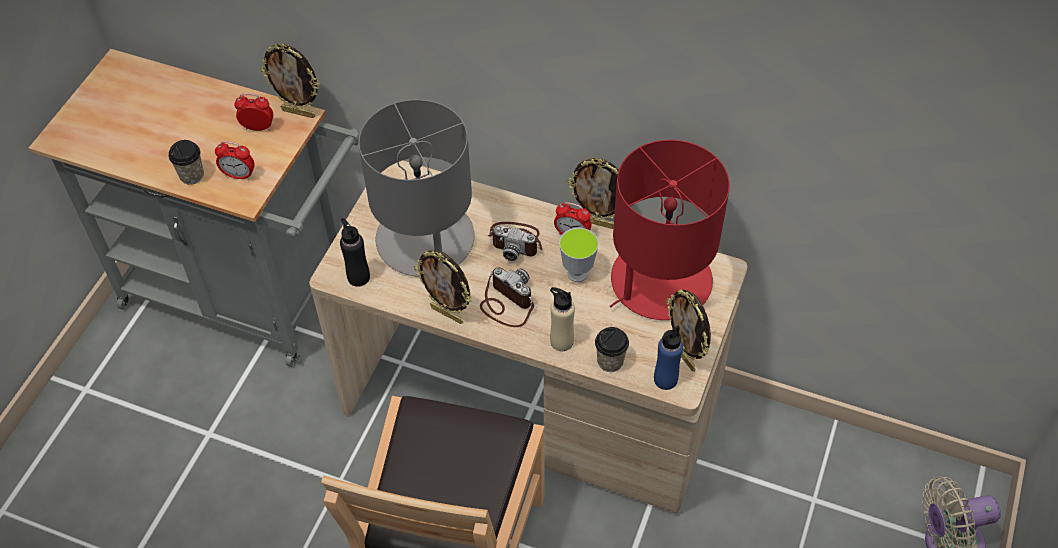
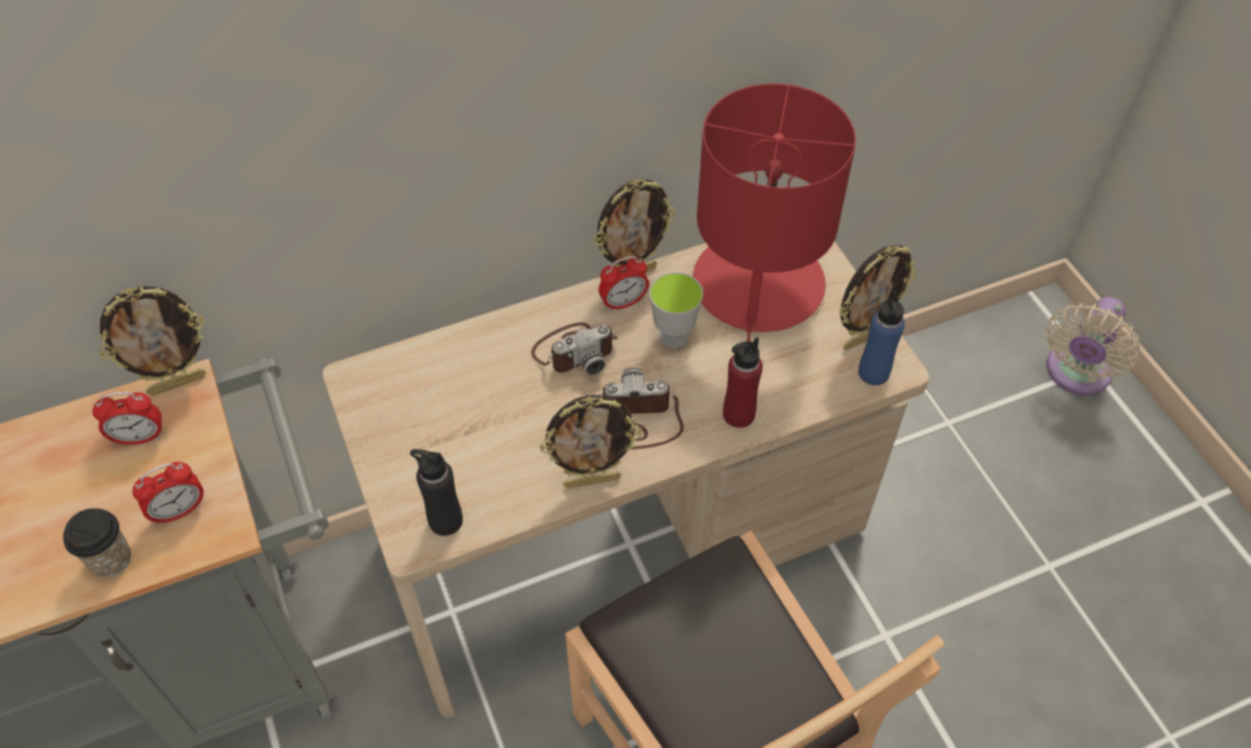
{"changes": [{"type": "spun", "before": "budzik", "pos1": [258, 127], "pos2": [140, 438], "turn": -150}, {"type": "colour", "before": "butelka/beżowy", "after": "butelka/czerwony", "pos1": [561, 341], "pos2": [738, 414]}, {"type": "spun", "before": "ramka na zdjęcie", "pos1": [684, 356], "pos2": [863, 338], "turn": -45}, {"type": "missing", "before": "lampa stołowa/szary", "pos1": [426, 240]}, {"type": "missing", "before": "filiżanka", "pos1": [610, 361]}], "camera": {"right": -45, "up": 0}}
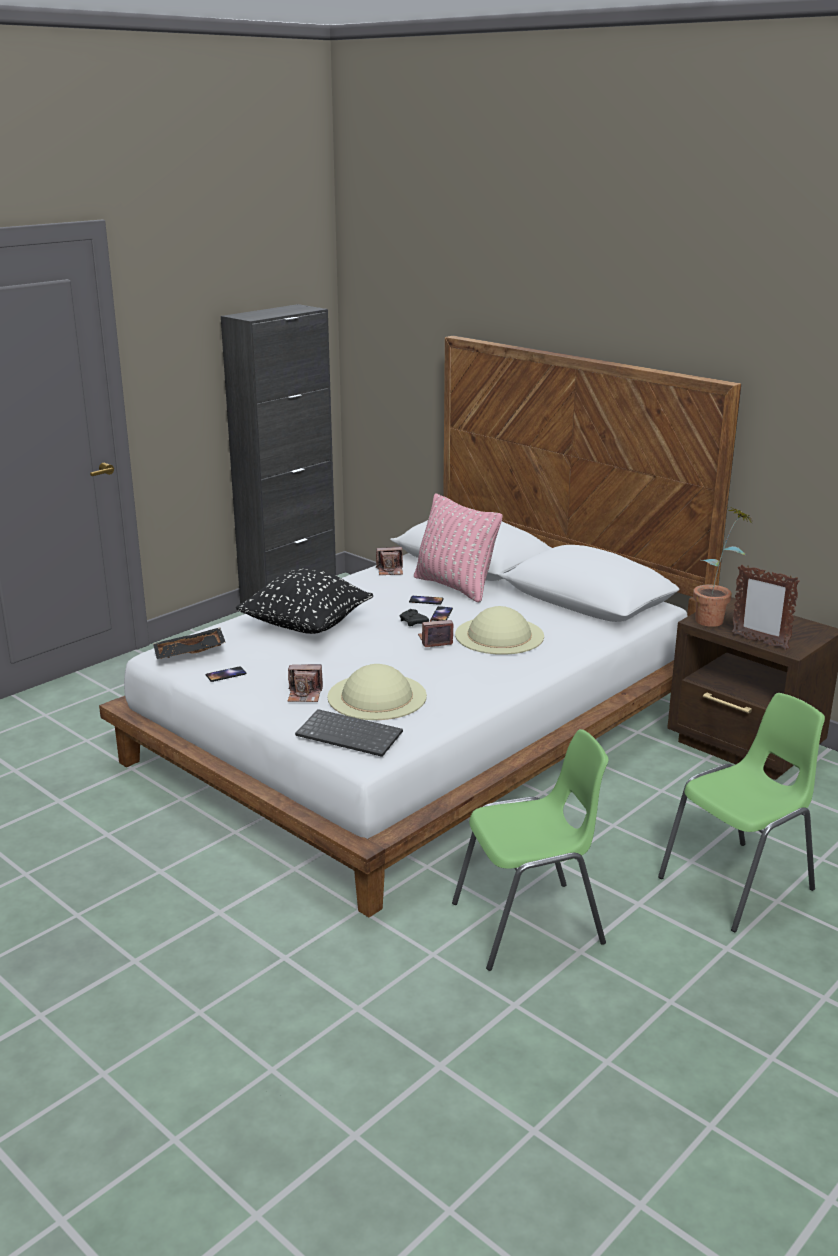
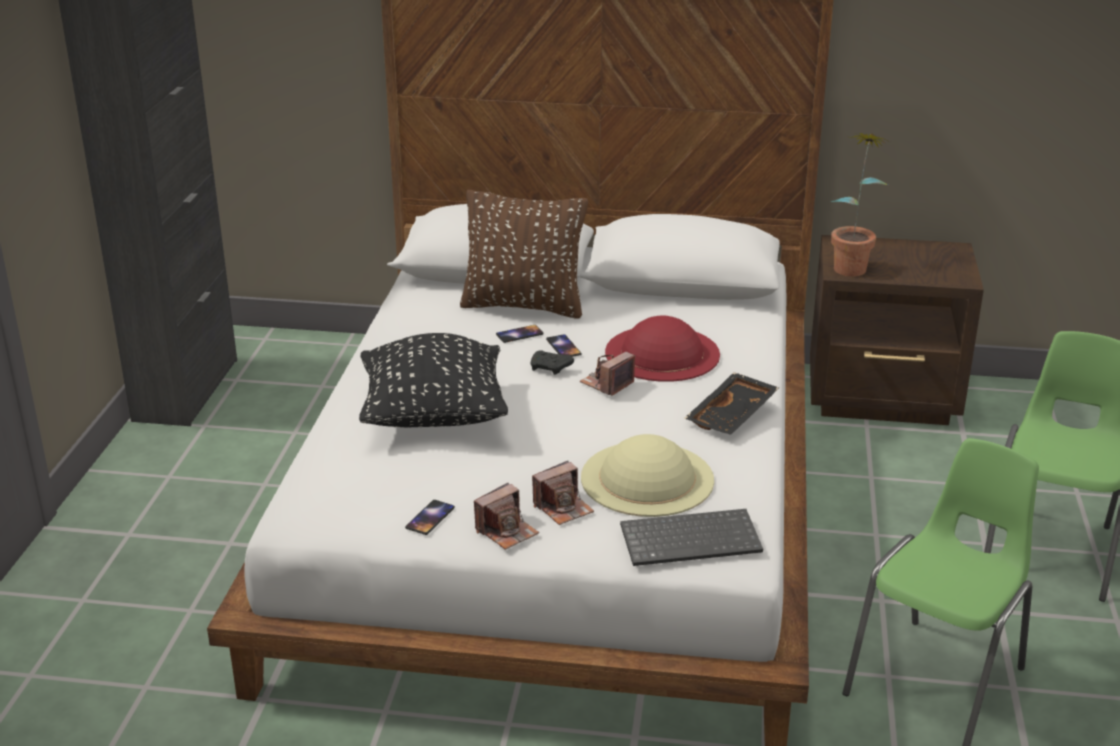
{"changes": [{"type": "colour", "before": "poduszka/różowy", "after": "poduszka/brązowy", "pos1": [455, 586], "pos2": [524, 306]}, {"type": "relocated", "before": "aparat fotograficzny", "pos1": [390, 570], "pos2": [506, 531]}, {"type": "colour", "before": "kapelusz/beżowy", "after": "kapelusz/czerwony", "pos1": [499, 635], "pos2": [662, 353]}, {"type": "relocated", "before": "taca/czarny", "pos1": [190, 653], "pos2": [733, 415]}, {"type": "missing", "before": "ramka na zdjęcie", "pos1": [759, 642]}], "camera": {"right": -35, "up": 5}}
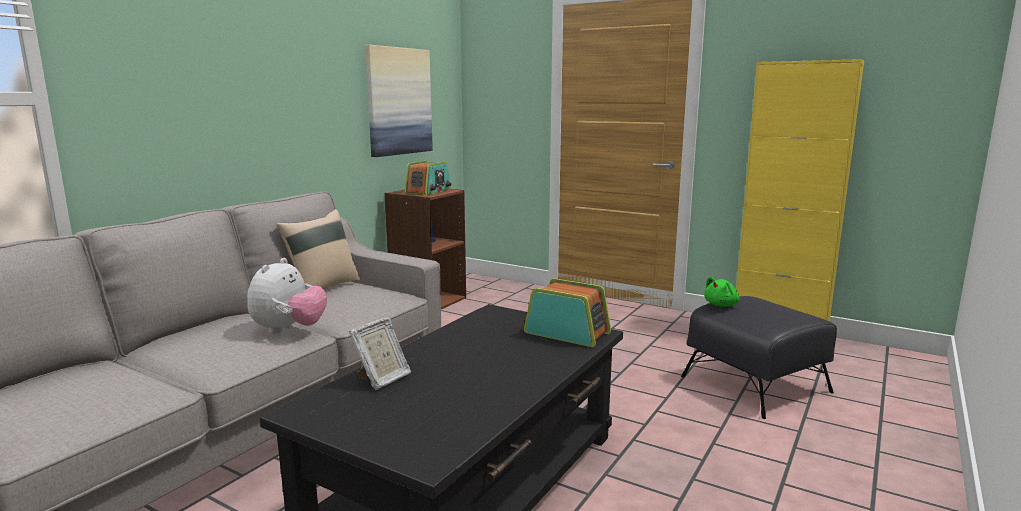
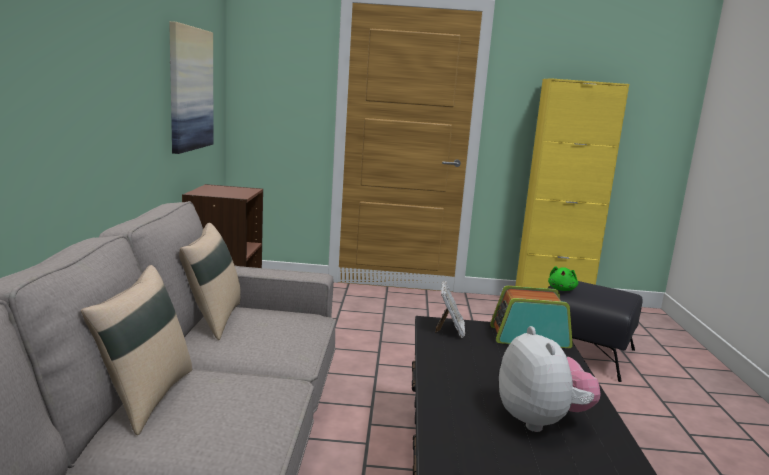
{"changes": [{"type": "appeared", "after": "poduszka/beżowy", "pos2": [144, 397]}, {"type": "relocated", "before": "ramka na zdjęcie", "pos1": [382, 379], "pos2": [450, 330]}, {"type": "relocated", "before": "pluszak", "pos1": [289, 330], "pos2": [541, 421]}, {"type": "missing", "before": "radio", "pos1": [428, 191]}], "camera": {"right": -30, "up": 0}}
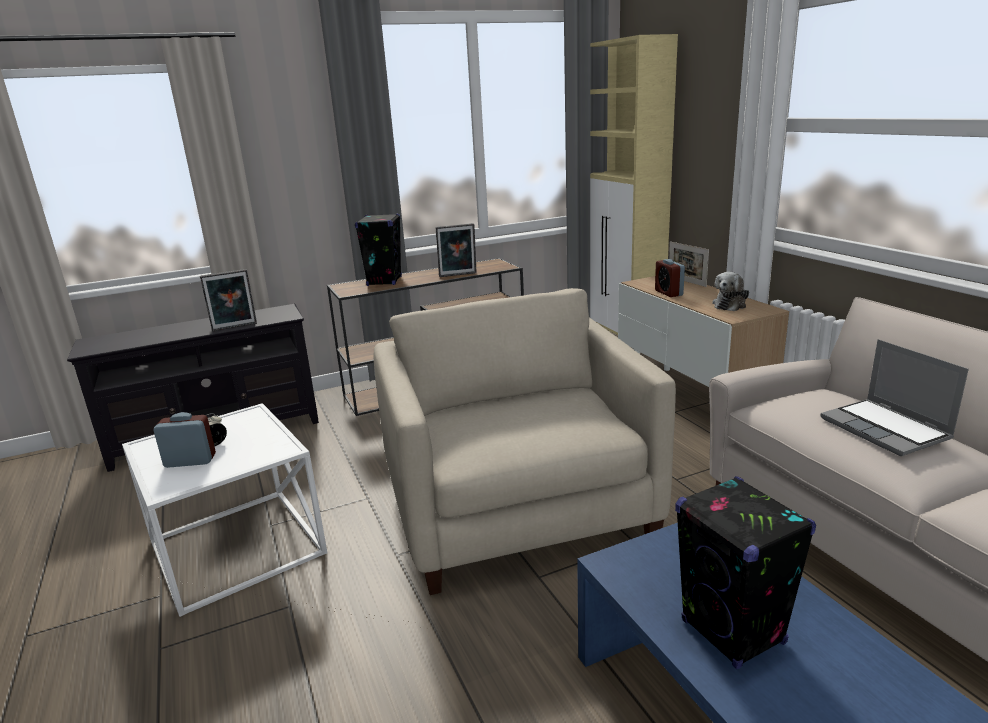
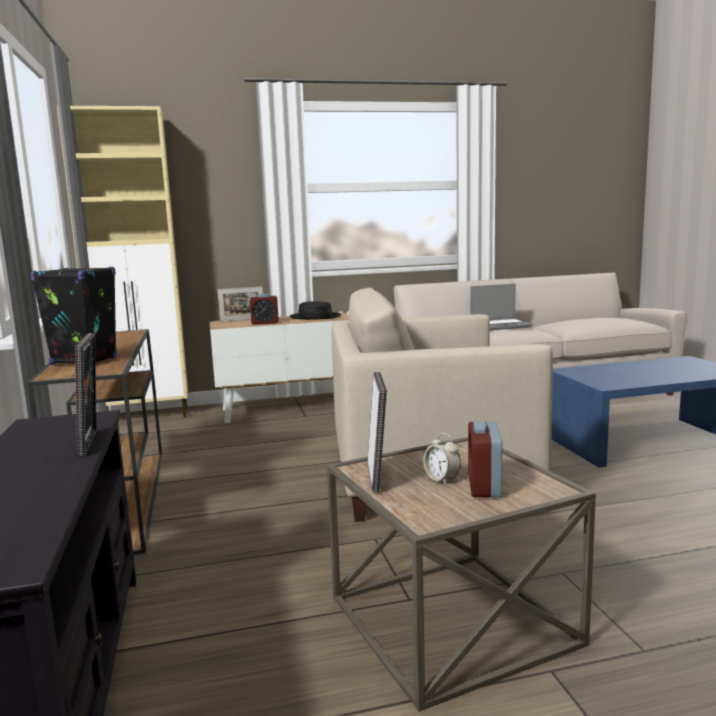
{"changes": [{"type": "exchanged", "before": "pluszak", "after": "kapelusz/czarny", "pos1": [730, 305], "pos2": [315, 317]}, {"type": "colour", "before": "stolik/biały", "after": "stolik/brązowy", "pos1": [236, 548], "pos2": [454, 620]}, {"type": "relocated", "before": "ramka na zdjęcie", "pos1": [458, 275], "pos2": [377, 476]}, {"type": "missing", "before": "głośnik/czarny", "pos1": [733, 632]}], "camera": {"right": -80, "up": -10}}
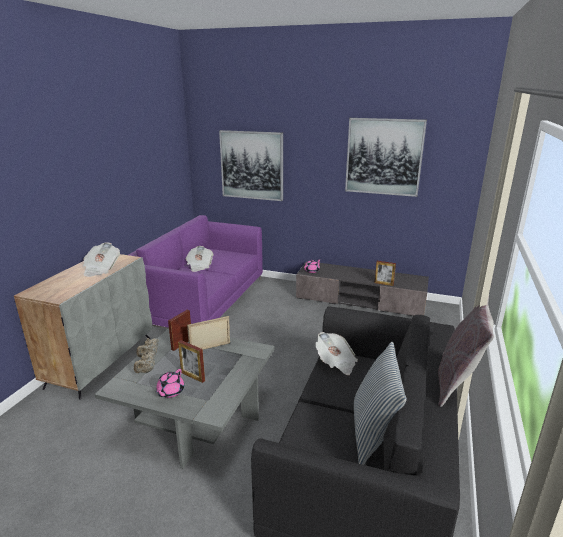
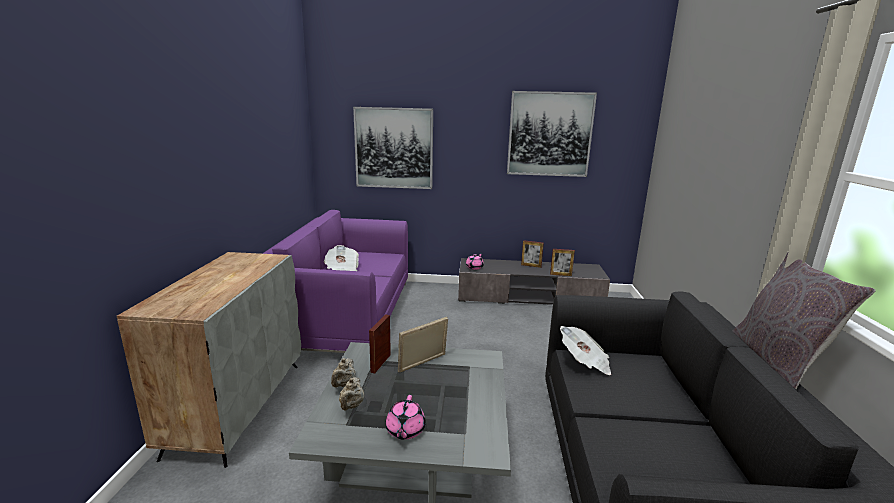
{"changes": [{"type": "relocated", "before": "ramka na zdjęcie", "pos1": [193, 376], "pos2": [531, 266]}, {"type": "missing", "before": "gazeta", "pos1": [101, 269]}, {"type": "missing", "before": "poduszka", "pos1": [373, 434]}], "camera": {"right": -15, "up": -5}}
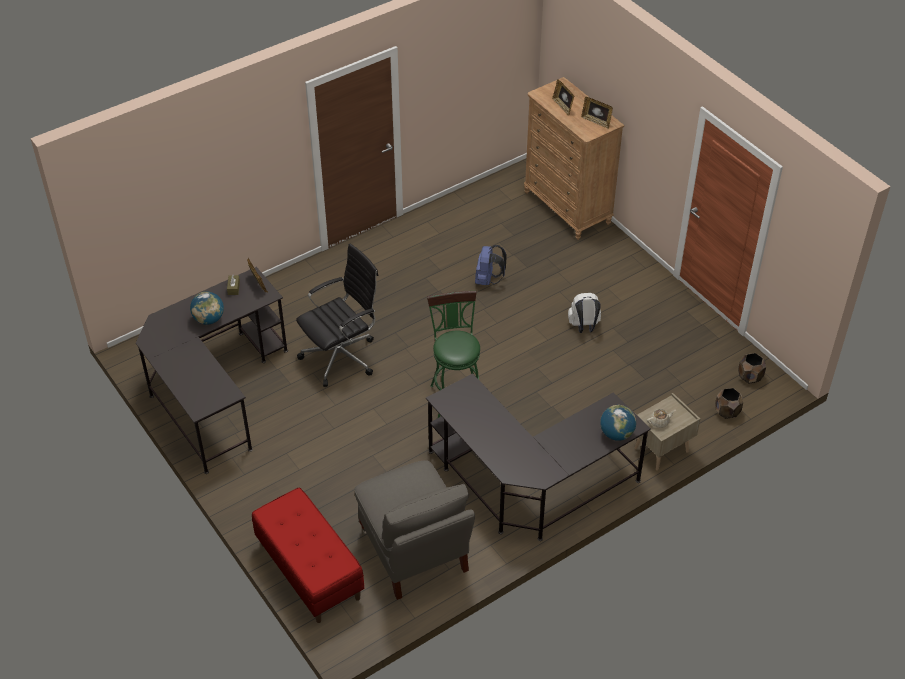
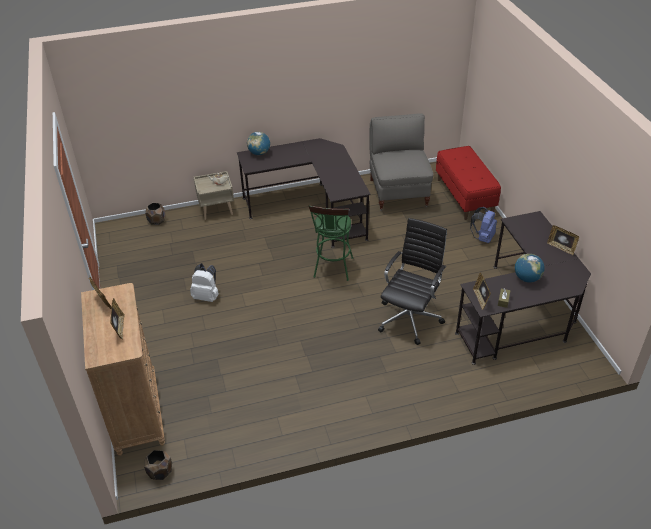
{"changes": [{"type": "relocated", "before": "donica/brązowy", "pos1": [750, 377], "pos2": [160, 472]}, {"type": "spun", "before": "krzesło biurowe/czarny", "pos1": [342, 356], "pos2": [410, 318], "turn": 135}, {"type": "relocated", "before": "plecak/niebieski", "pos1": [488, 280], "pos2": [483, 238]}, {"type": "appeared", "after": "ramka na zdjęcie", "pos2": [561, 248]}], "camera": {"right": -160, "up": -5}}
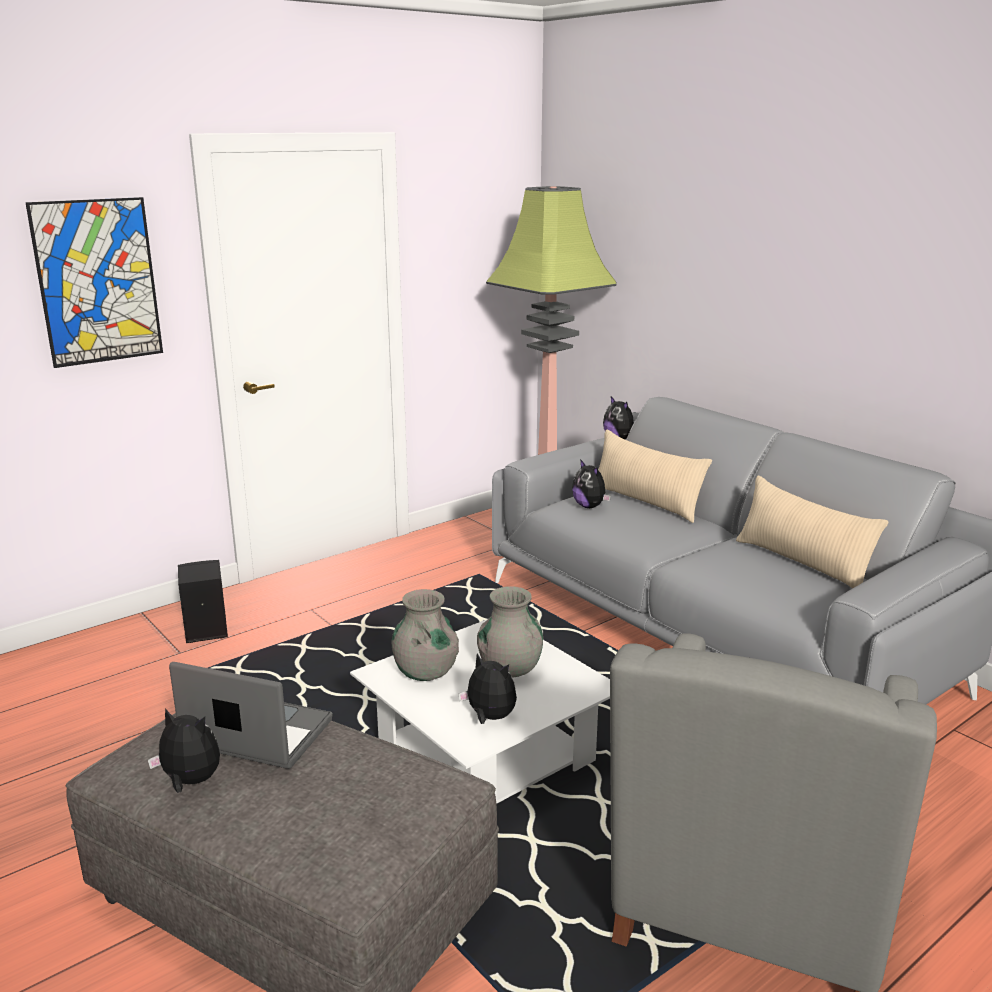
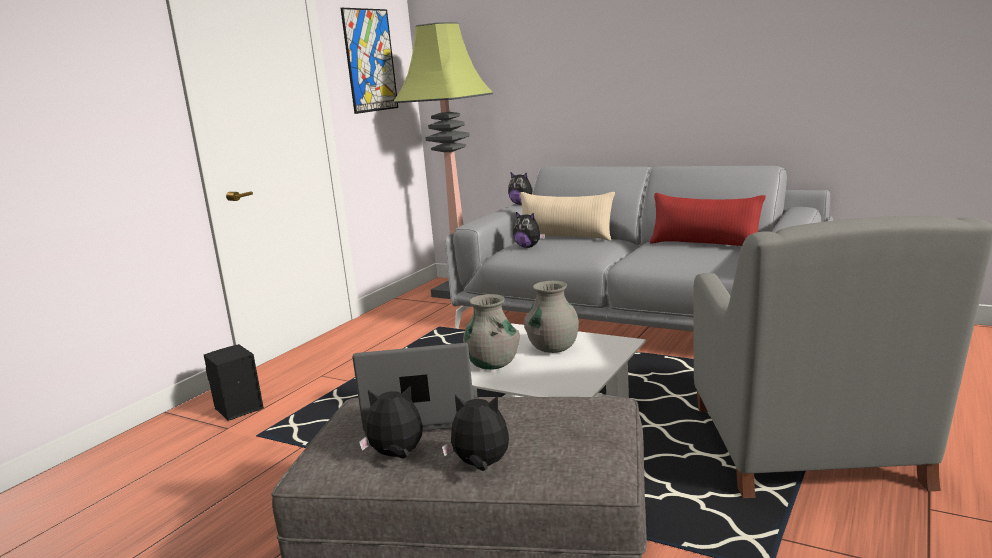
{"changes": [{"type": "relocated", "before": "obraz", "pos1": [98, 282], "pos2": [370, 60]}, {"type": "relocated", "before": "pluszak", "pos1": [489, 718], "pos2": [481, 466]}, {"type": "colour", "before": "poduszka/beżowy", "after": "poduszka/czerwony", "pos1": [802, 563], "pos2": [705, 244]}], "camera": {"right": -20, "up": -5}}
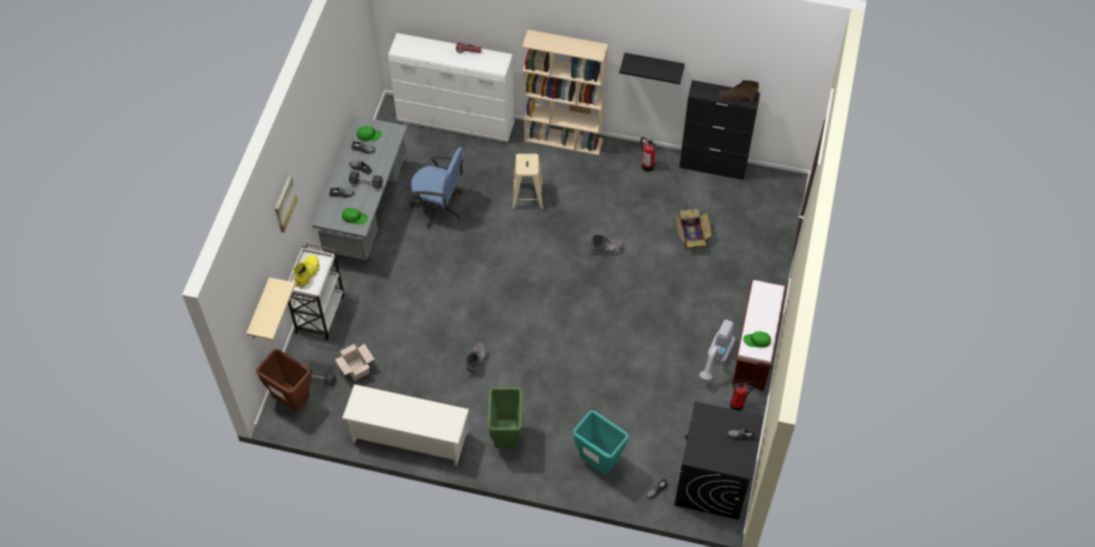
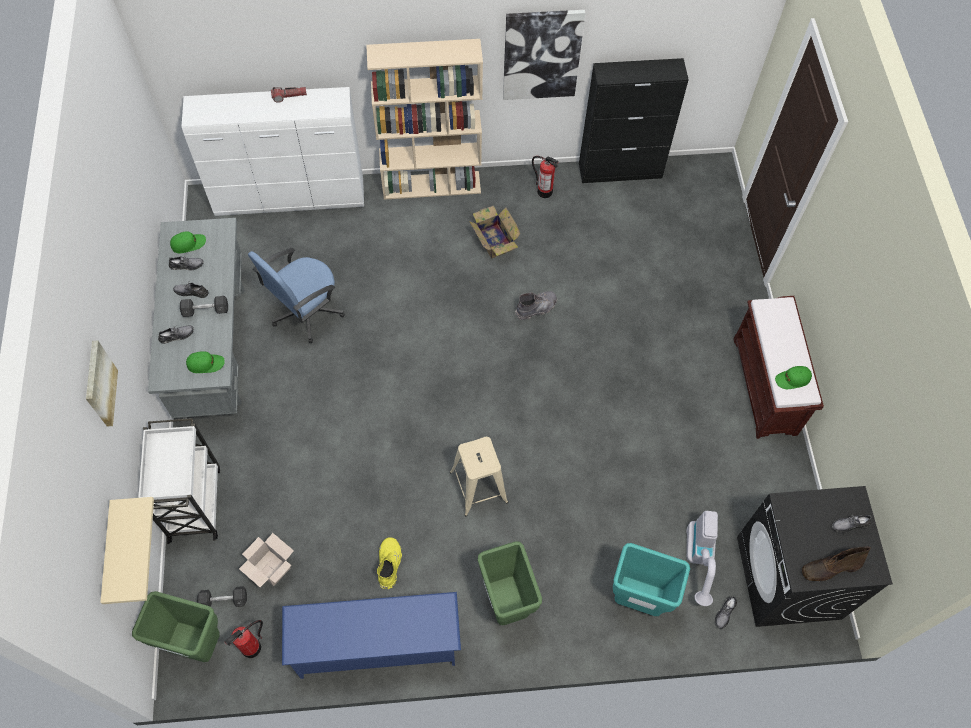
{"changes": [{"type": "colour", "before": "kosz na śmieci/brązowy", "after": "kosz na śmieci/zielony", "pos1": [292, 401], "pos2": [195, 644]}, {"type": "relocated", "before": "gaśnica", "pos1": [736, 405], "pos2": [251, 648]}, {"type": "spun", "before": "krzesło biurowe/niebieski", "pos1": [439, 207], "pos2": [306, 312], "turn": 135}, {"type": "colour", "before": "regał na buty/biały", "after": "regał na buty/niebieski", "pos1": [409, 437], "pos2": [376, 645]}, {"type": "relocated", "before": "but z cholewką/żółty", "pos1": [307, 273], "pos2": [389, 564]}, {"type": "relocated", "before": "stołek/beżowy", "pos1": [527, 196], "pos2": [478, 487]}, {"type": "relocated", "before": "karton", "pos1": [691, 235], "pos2": [494, 239]}, {"type": "exchanged", "before": "półka/czarny", "after": "obraz", "pos1": [654, 65], "pos2": [541, 54]}, {"type": "relocated", "before": "odkurzacz", "pos1": [716, 359], "pos2": [699, 560]}, {"type": "relocated", "before": "but z cholewką/brązowy", "pos1": [736, 97], "pos2": [830, 568]}, {"type": "missing", "before": "but z cholewką/szary", "pos1": [476, 361]}], "camera": {"right": -20, "up": 5}}
